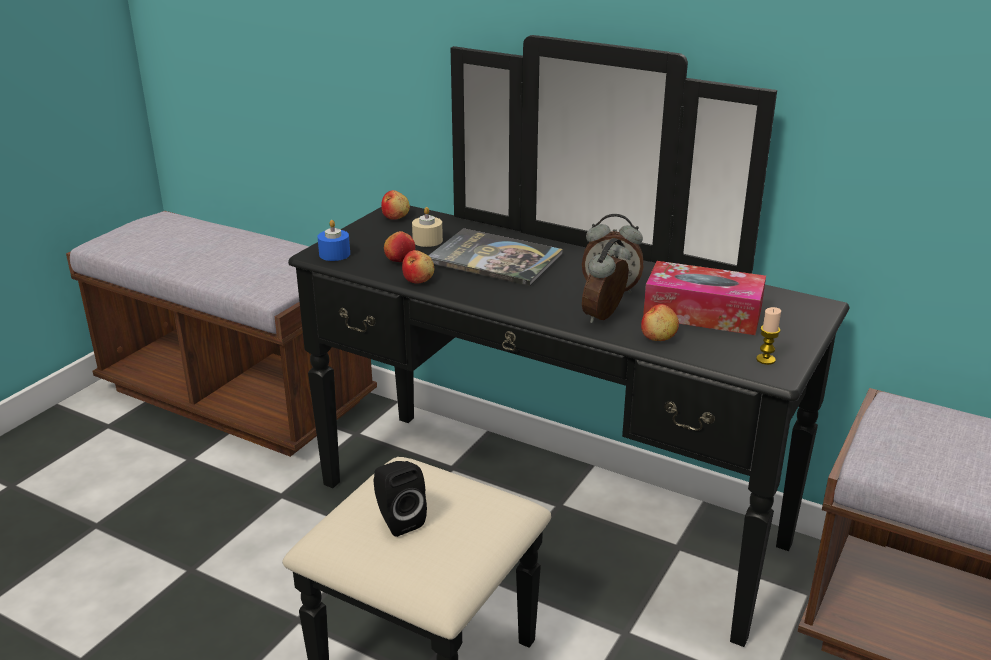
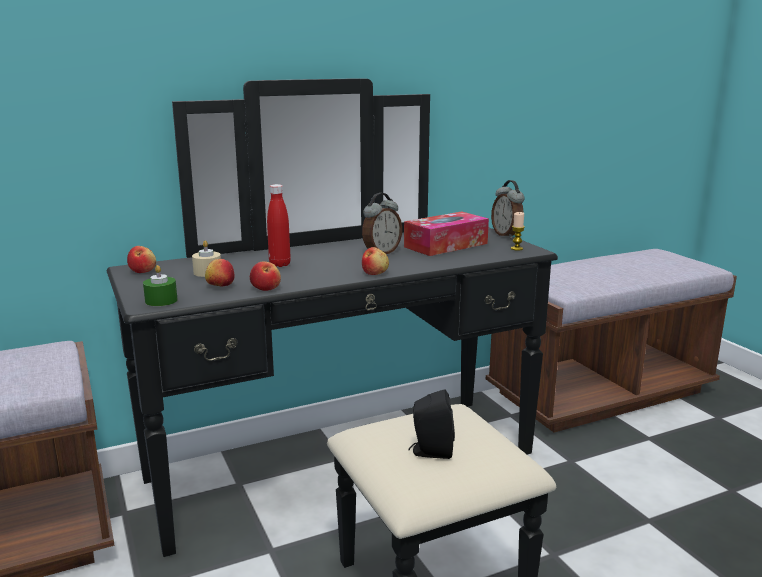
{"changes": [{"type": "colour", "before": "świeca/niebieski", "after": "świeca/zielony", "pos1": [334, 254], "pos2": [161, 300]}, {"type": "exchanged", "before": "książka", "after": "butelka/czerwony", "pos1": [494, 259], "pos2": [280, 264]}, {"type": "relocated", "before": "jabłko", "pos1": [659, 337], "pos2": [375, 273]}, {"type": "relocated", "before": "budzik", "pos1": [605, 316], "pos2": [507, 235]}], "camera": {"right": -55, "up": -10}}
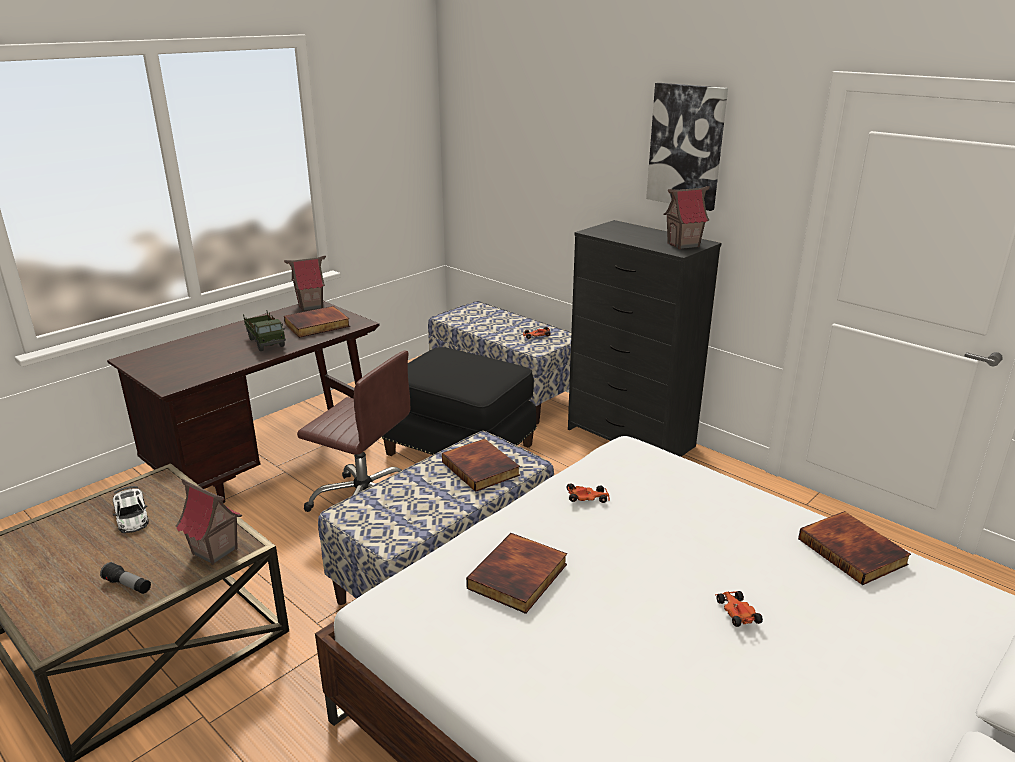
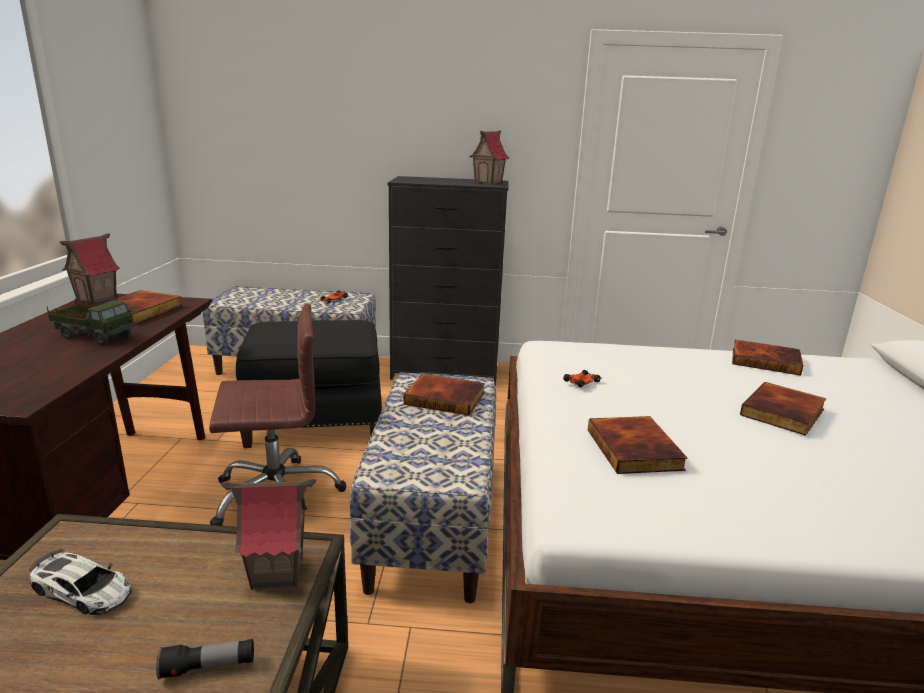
{"changes": [{"type": "exchanged", "before": "samochodzik", "after": "książka", "pos1": [736, 612], "pos2": [784, 413]}, {"type": "missing", "before": "obraz", "pos1": [686, 146]}], "camera": {"right": -40, "up": -5}}
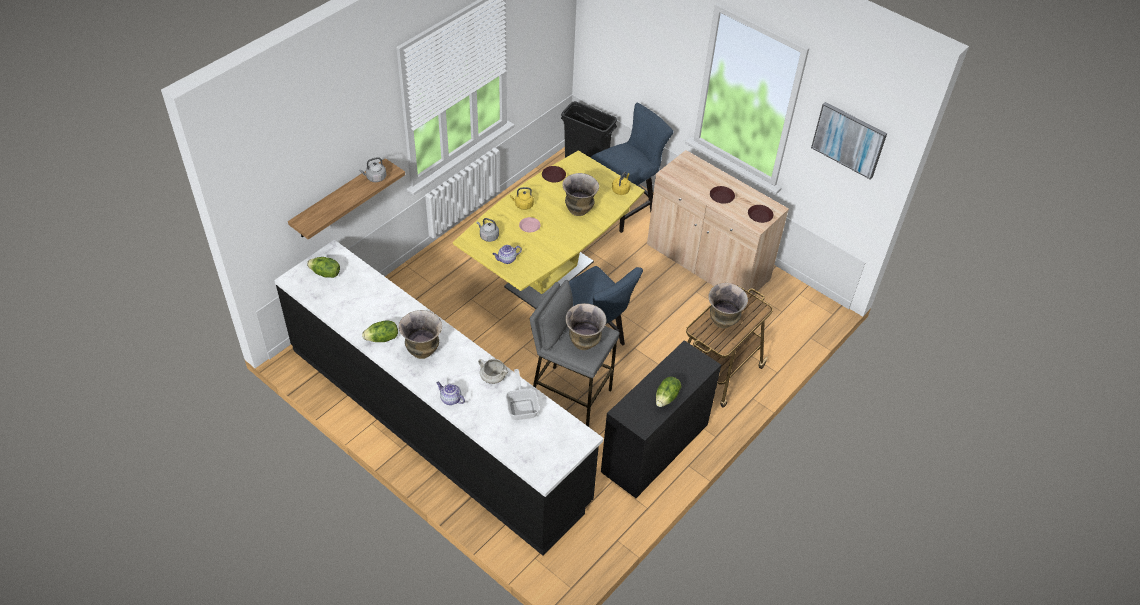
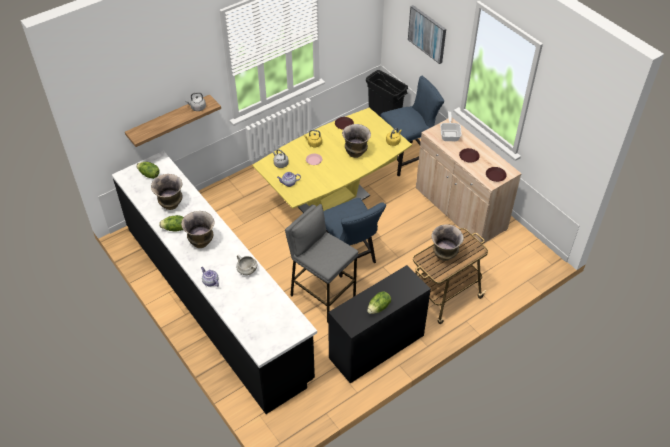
{"changes": [{"type": "relocated", "before": "wazon", "pos1": [584, 343], "pos2": [171, 205]}, {"type": "relocated", "before": "obraz", "pos1": [849, 139], "pos2": [427, 34]}, {"type": "relocated", "before": "patelnia", "pos1": [522, 406], "pos2": [450, 134]}], "camera": {"right": 15, "up": 0}}
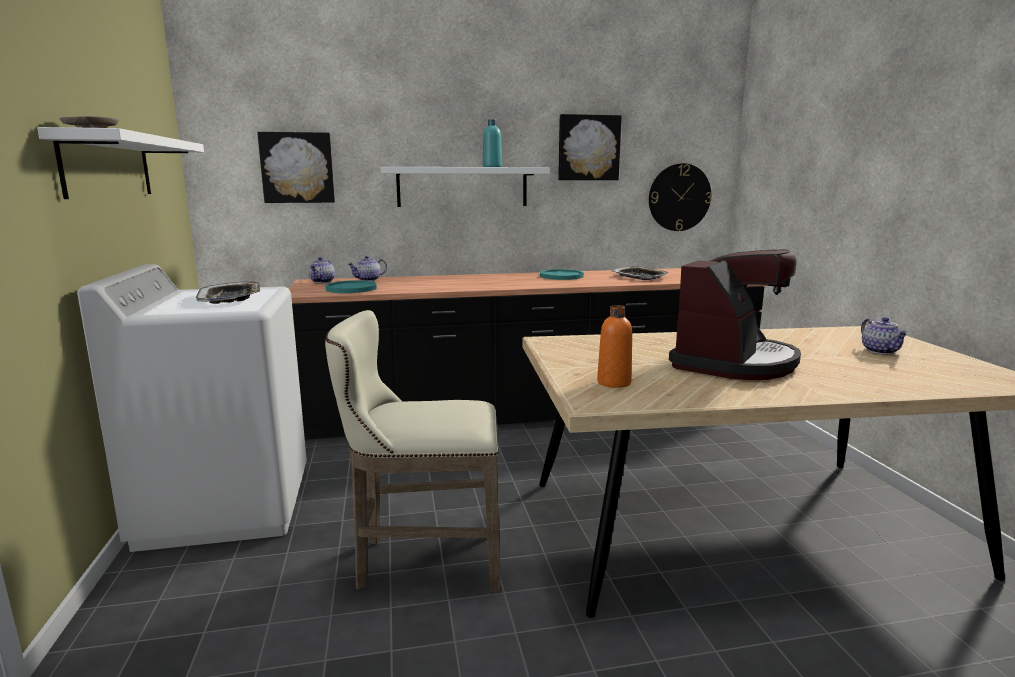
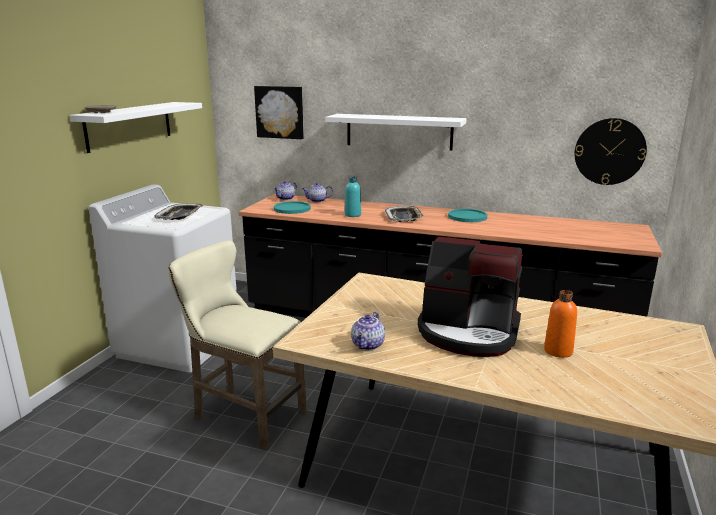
{"changes": [{"type": "relocated", "before": "butelka/turkusowy", "pos1": [492, 167], "pos2": [353, 215]}, {"type": "relocated", "before": "imbryk", "pos1": [881, 351], "pos2": [368, 345]}, {"type": "relocated", "before": "taca", "pos1": [640, 277], "pos2": [404, 217]}, {"type": "spun", "before": "ekspres do kawy", "pos1": [733, 362], "pos2": [468, 332], "turn": 45}, {"type": "relocated", "before": "butelka/pomarańczowy", "pos1": [614, 382], "pos2": [558, 351]}, {"type": "missing", "before": "obraz", "pos1": [588, 148]}], "camera": {"right": 30, "up": 5}}
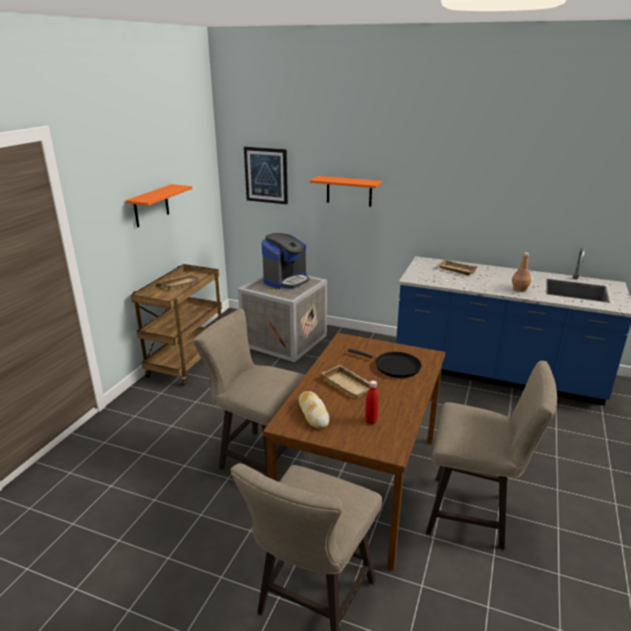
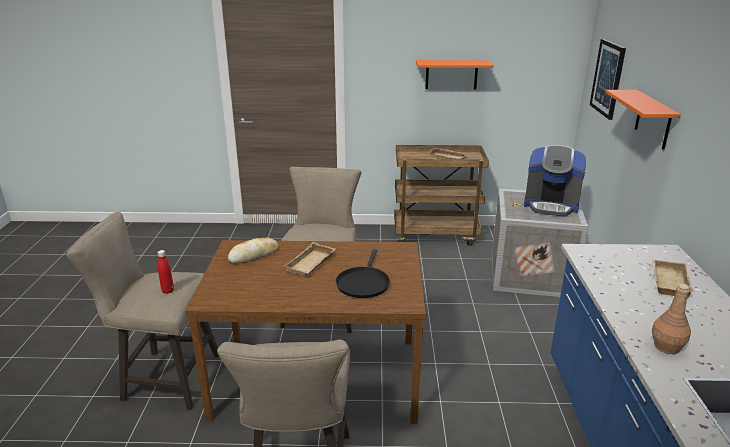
{"changes": [{"type": "relocated", "before": "butelka/czerwony", "pos1": [371, 421], "pos2": [168, 291]}], "camera": {"right": 70, "up": 0}}
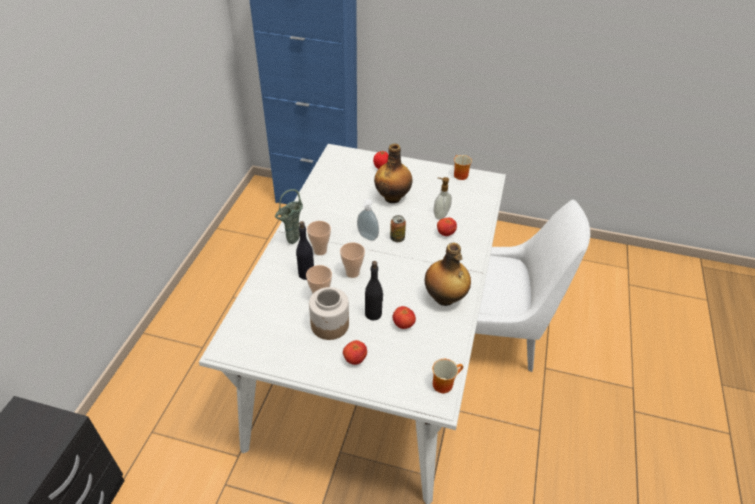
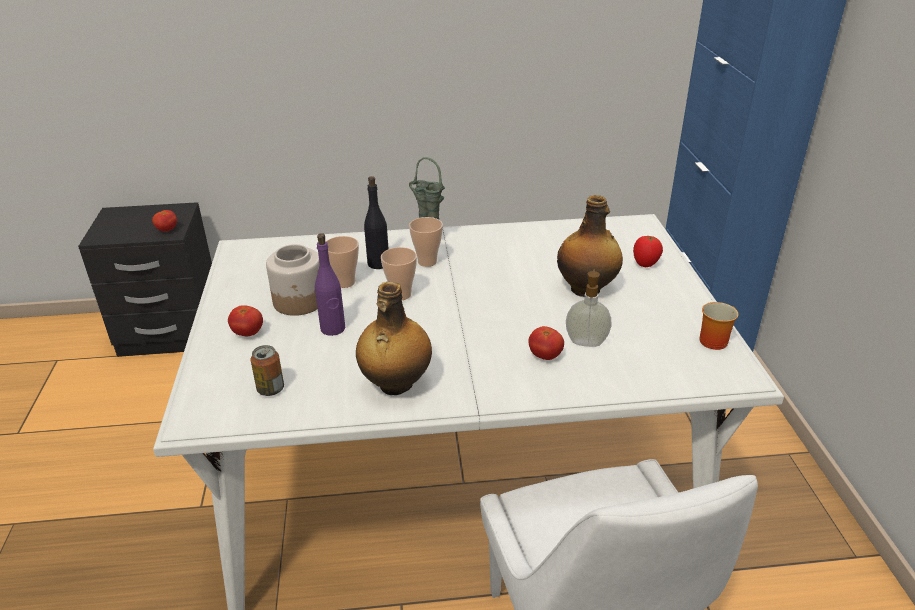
{"changes": [{"type": "relocated", "before": "pomidor", "pos1": [403, 324], "pos2": [167, 230]}, {"type": "relocated", "before": "puszka", "pos1": [397, 238], "pos2": [270, 389]}, {"type": "colour", "before": "butelka/czarny", "after": "butelka/fioletowy", "pos1": [373, 314], "pos2": [333, 329]}, {"type": "missing", "before": "dozownik mydła", "pos1": [367, 237]}, {"type": "missing", "before": "kubek", "pos1": [444, 382]}], "camera": {"right": 70, "up": -10}}
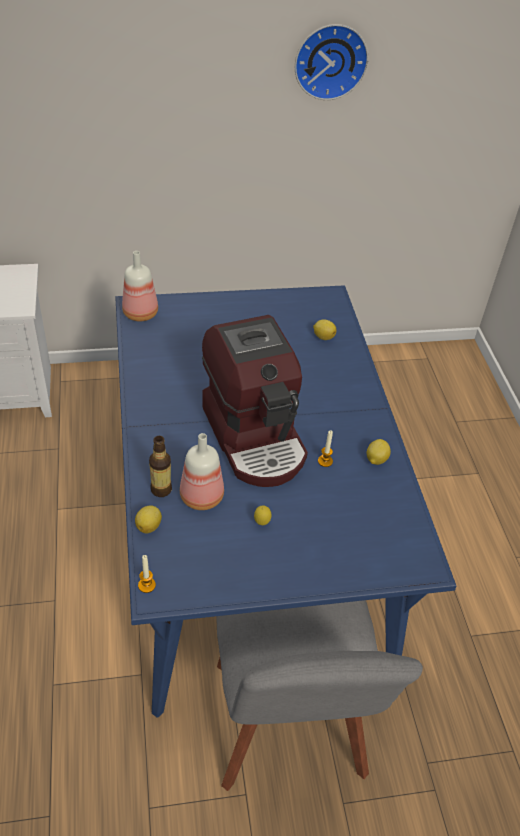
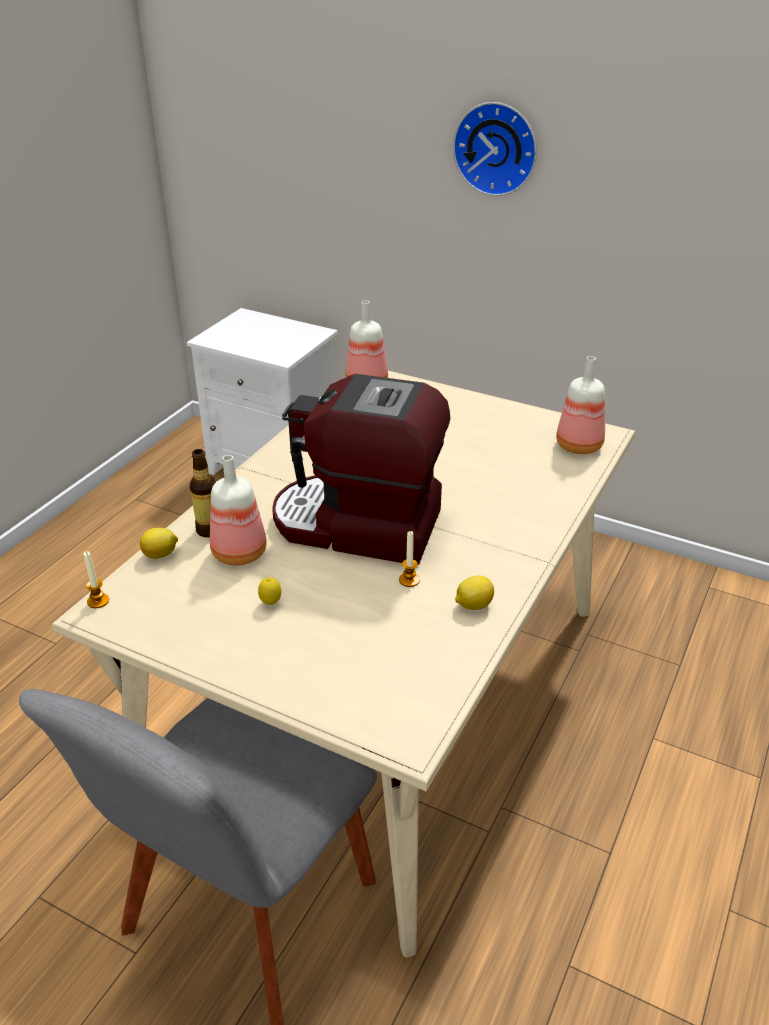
{"changes": [{"type": "colour", "before": "stół jadalny/niebieski", "after": "stół jadalny/beżowy", "pos1": [251, 541], "pos2": [384, 703]}, {"type": "spun", "before": "ekspres do kawy", "pos1": [255, 437], "pos2": [358, 526], "turn": 90}, {"type": "relocated", "before": "zegar ścienny", "pos1": [330, 60], "pos2": [497, 148]}, {"type": "appeared", "after": "butelka", "pos2": [580, 446]}, {"type": "missing", "before": "cytryna", "pos1": [323, 337]}], "camera": {"right": 40, "up": -10}}
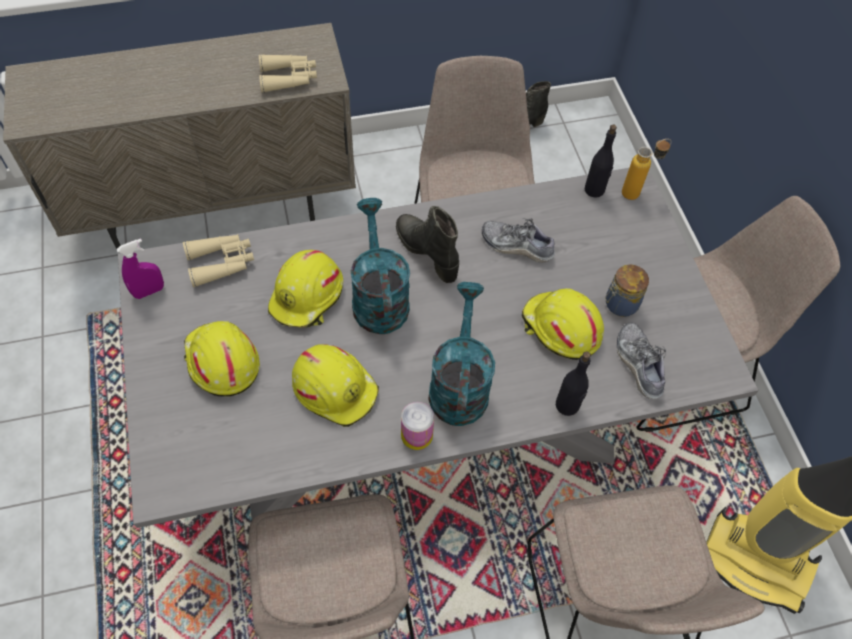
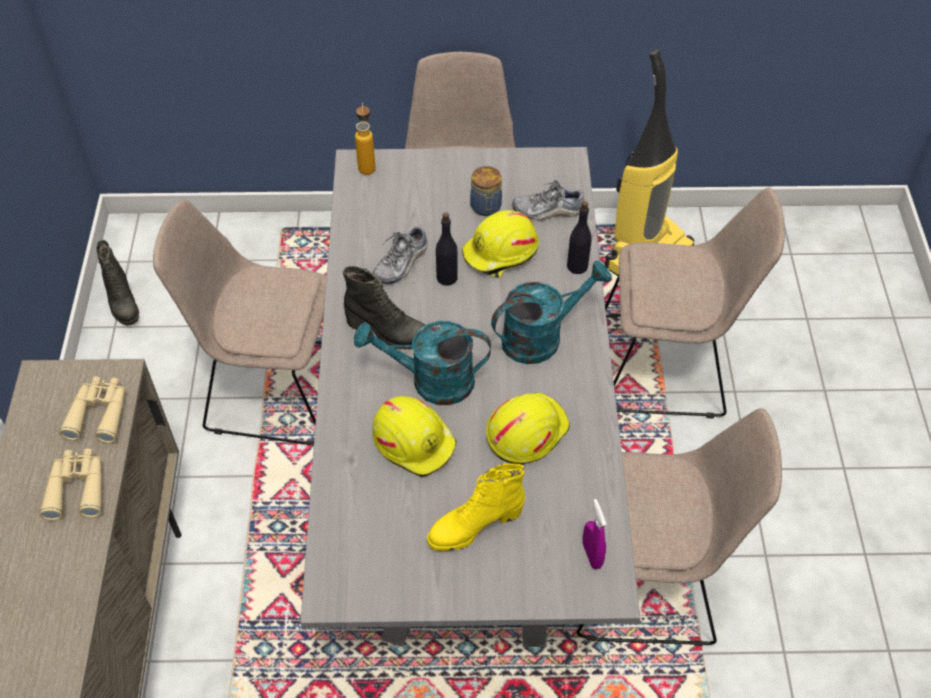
{"changes": [{"type": "relocated", "before": "lornetka/beżowy", "pos1": [221, 263], "pos2": [77, 488]}, {"type": "spun", "before": "but z cholewką/czarny", "pos1": [427, 252], "pos2": [388, 333], "turn": -135}, {"type": "exchanged", "before": "kask/żółty", "after": "but z cholewką/żółty", "pos1": [221, 362], "pos2": [474, 526]}, {"type": "relocated", "before": "butelka/czarny", "pos1": [594, 190], "pos2": [447, 277]}, {"type": "spun", "before": "konewka/turkusowy", "pos1": [459, 384], "pos2": [541, 336], "turn": 135}, {"type": "relocated", "before": "spryskiwacz/fioletowy", "pos1": [149, 291], "pos2": [592, 555]}, {"type": "missing", "before": "puszka", "pos1": [416, 435]}], "camera": {"right": -75, "up": -5}}
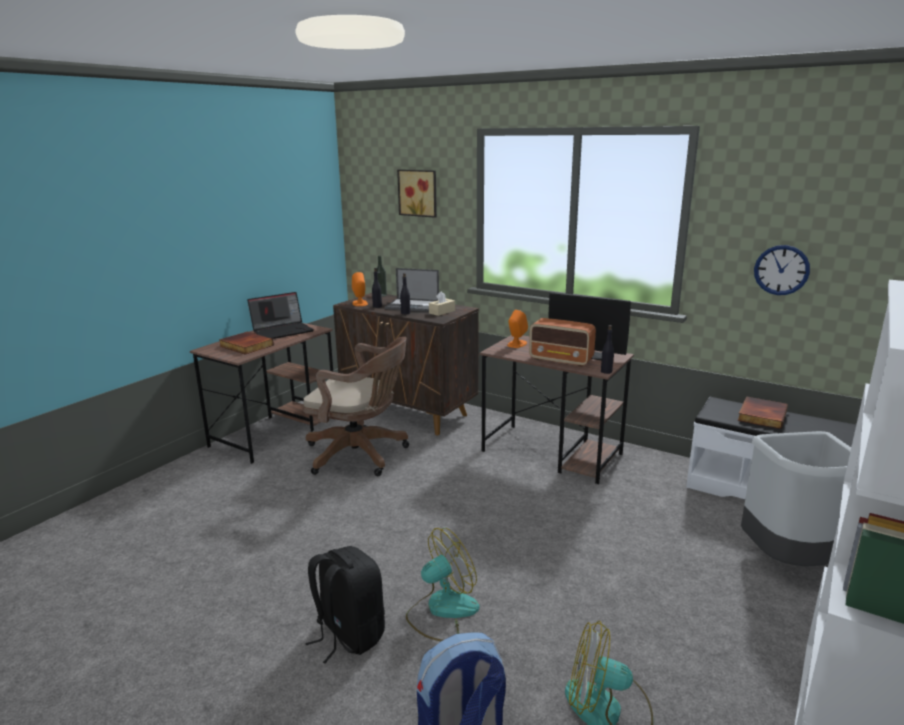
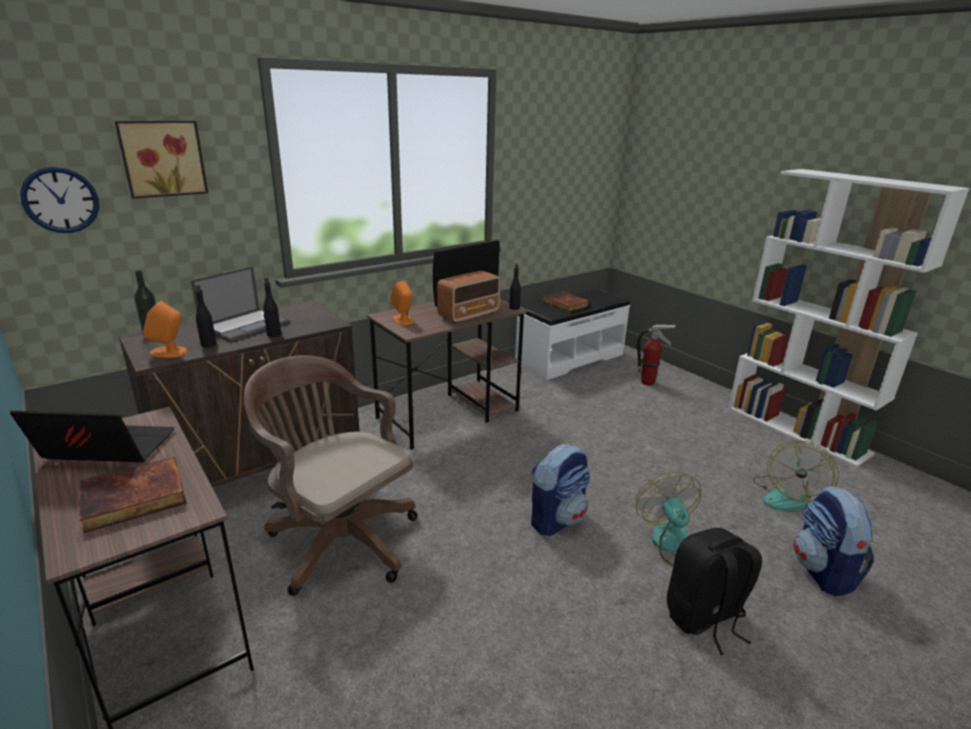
{"changes": [{"type": "spun", "before": "laptop", "pos1": [283, 331], "pos2": [105, 450], "turn": -75}, {"type": "relocated", "before": "zegar ścienny", "pos1": [781, 270], "pos2": [61, 200]}, {"type": "spun", "before": "krzesło biurowe/brązowy", "pos1": [361, 455], "pos2": [338, 538], "turn": -90}, {"type": "appeared", "after": "plecak", "pos2": [556, 519]}, {"type": "exchanged", "before": "kosz na śmieci/szary", "after": "gaśnica", "pos1": [787, 561], "pos2": [648, 382]}, {"type": "missing", "before": "pudełko chusteczek/beżowy", "pos1": [442, 312]}], "camera": {"right": -70, "up": 5}}
